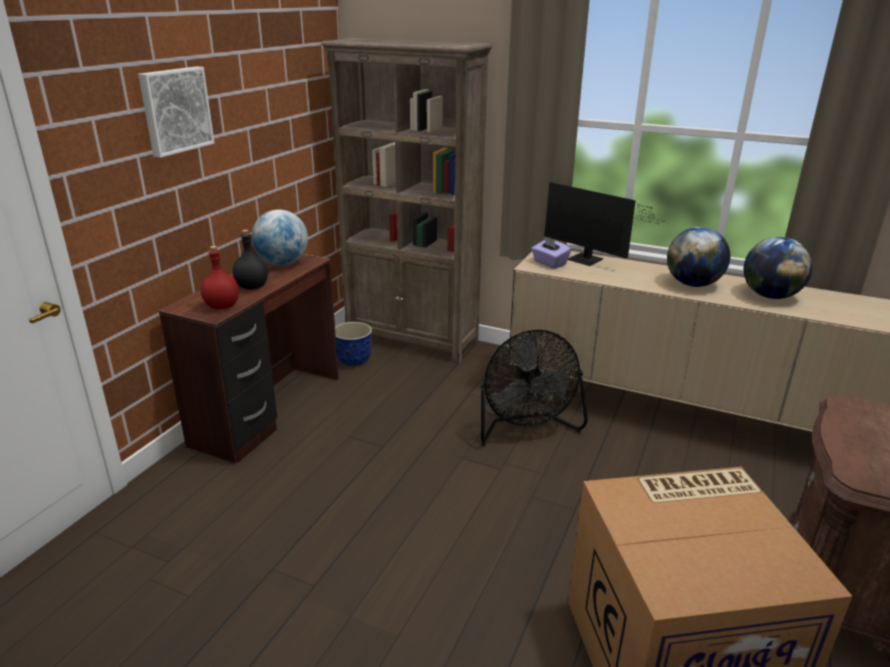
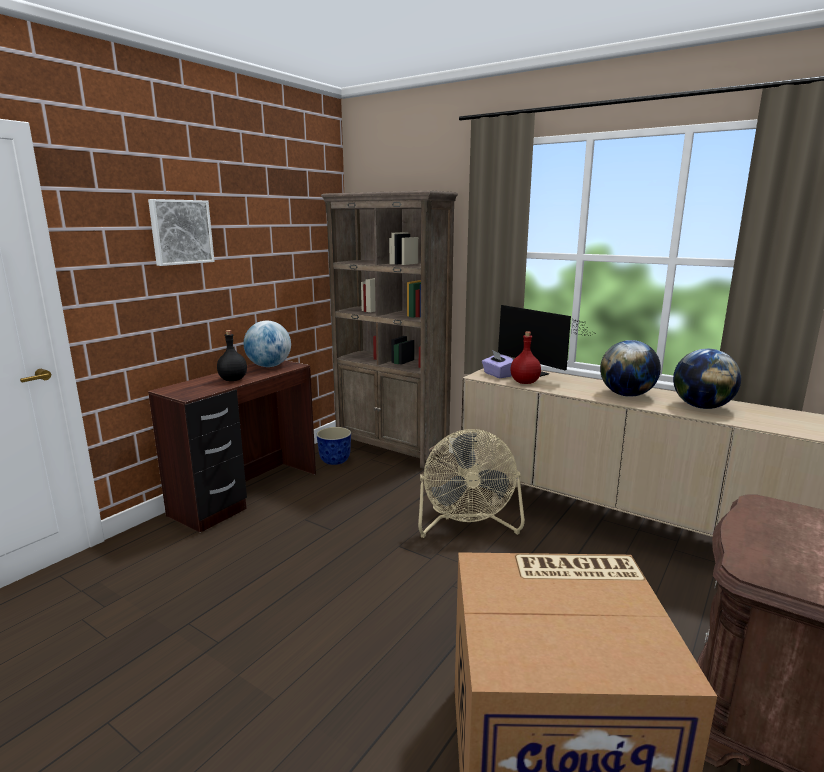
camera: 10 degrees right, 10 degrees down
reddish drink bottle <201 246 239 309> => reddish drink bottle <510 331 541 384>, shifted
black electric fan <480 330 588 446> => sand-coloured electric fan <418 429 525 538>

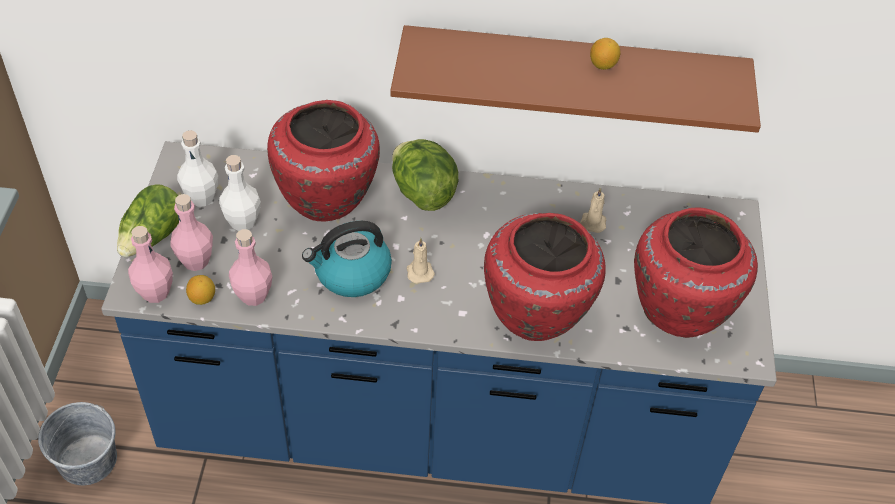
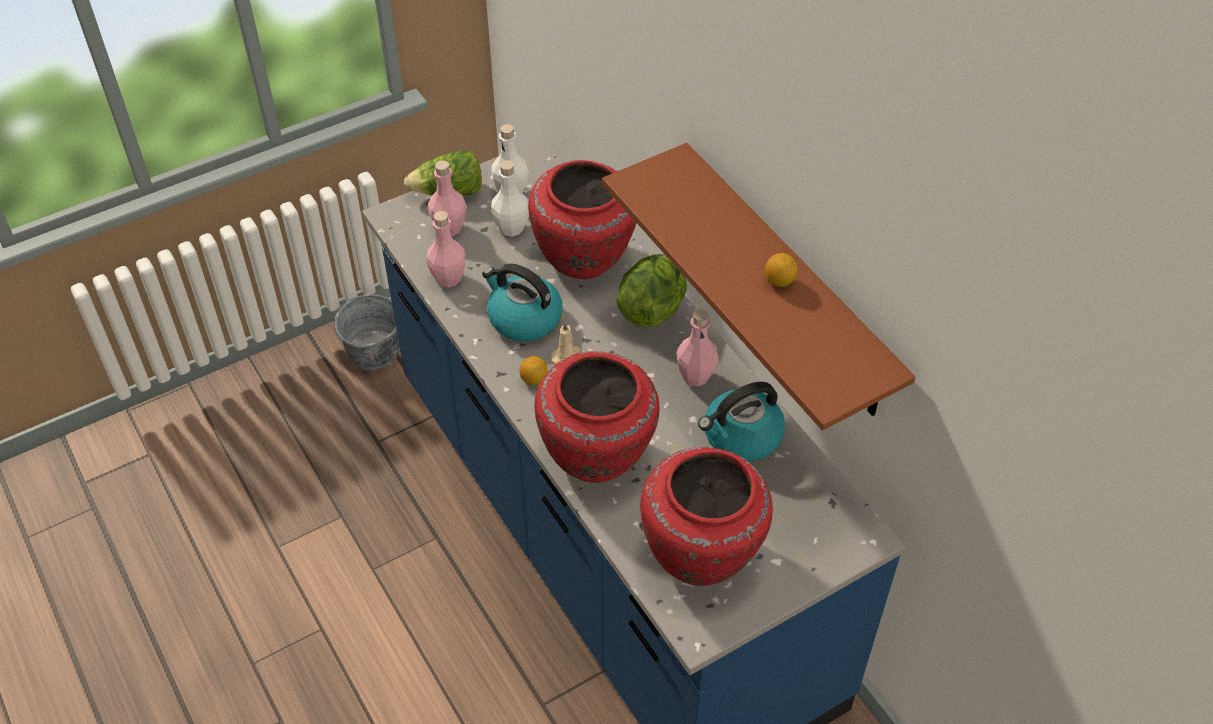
camera: 55 degrees right, 0 degrees up
pink-coloured drink bottle <128 226 173 303> => pink-coloured drink bottle <676 309 719 386>, shifted
whole lemon <186 275 215 305> => whole lemon <519 356 548 386>, shifted
sand-coloured wax light <580 187 606 233> => water kettle <698 382 785 462>

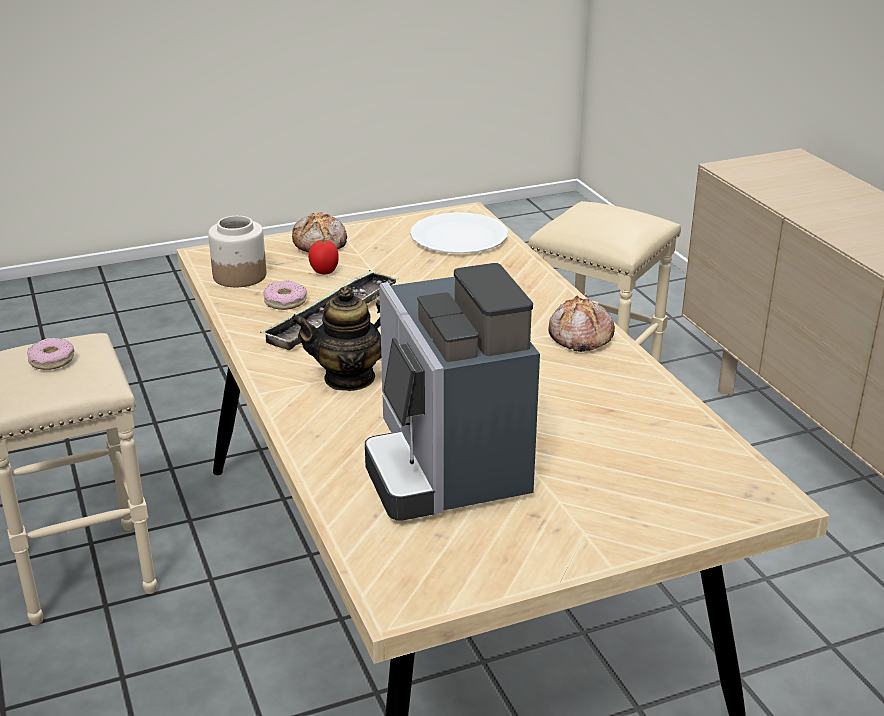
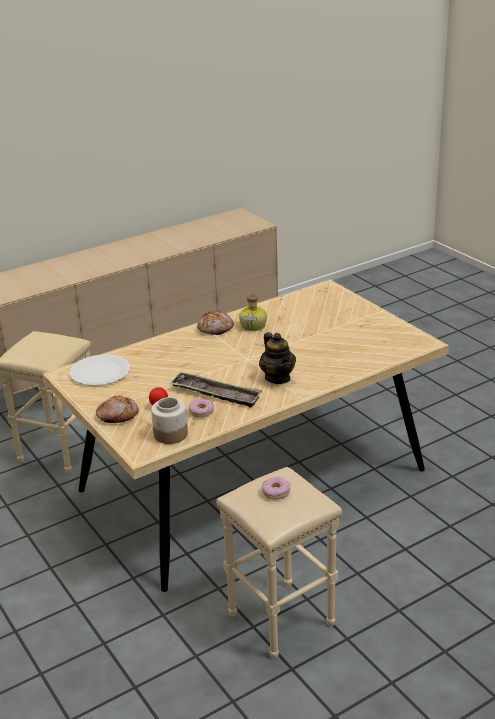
camera: 100 degrees left, 0 degrees up
coffee maker <365 263 540 521> => nothing
nothing => drink bottle <239 294 267 331>

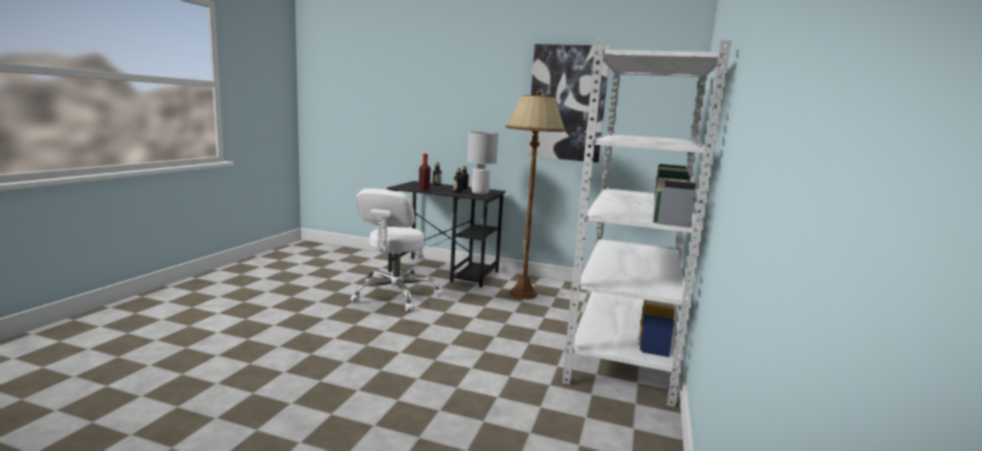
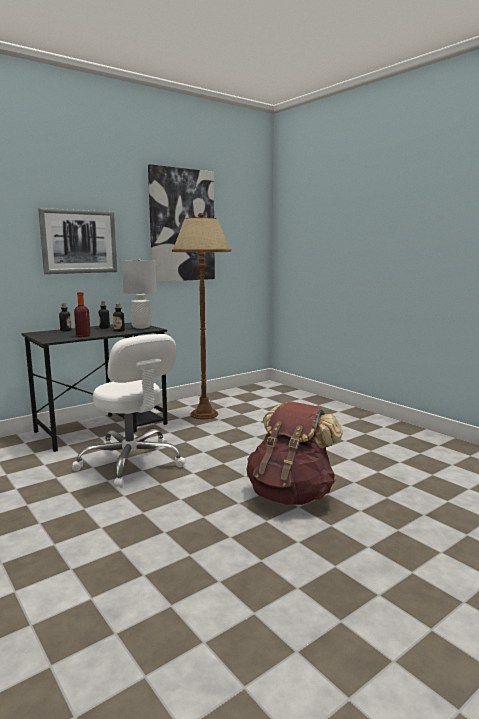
camera: 55 degrees left, 0 degrees up
white-coloured shelving unit <562 38 732 407> => nothing
nothing => wall art <38 208 117 274>
nothing => brownish knapsack <246 401 343 505>

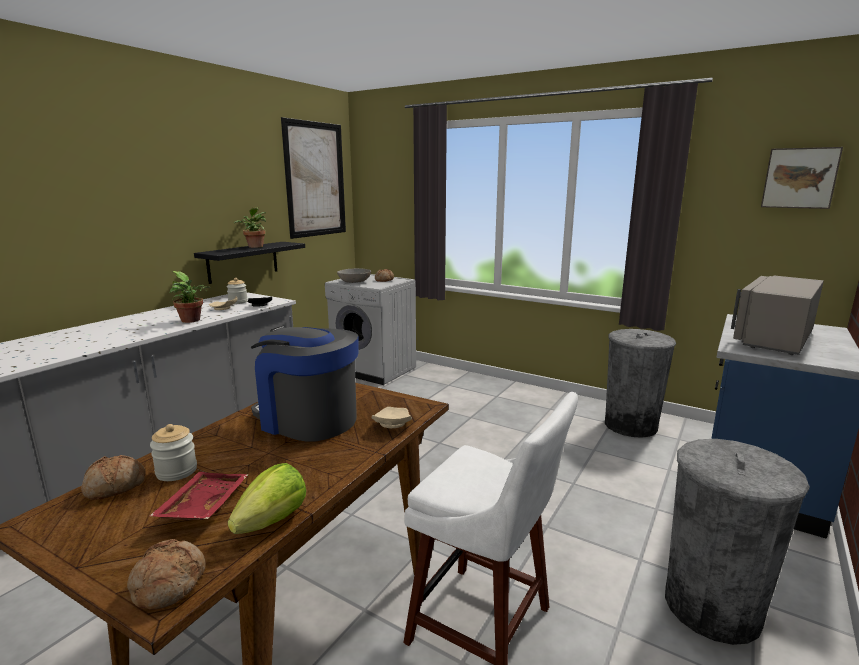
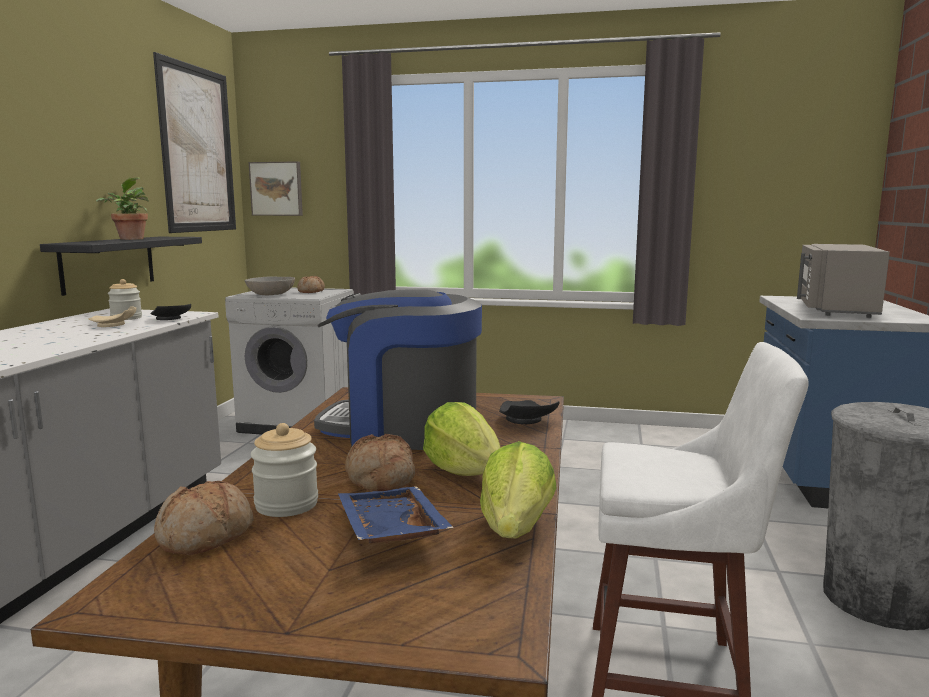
camera: 20 degrees left, 5 degrees down
houseplant <170 271 211 323> => nothing
gray waste bin <605 329 676 438> => nothing
nothing => lettuce head <423 402 501 476>
bread <127 539 206 610> => bread <345 434 415 491>, shifted
wall art <761 147 843 209> => wall art <249 161 303 216>, shifted
reddish serving tray <149 472 249 520> => bluish serving tray <338 487 454 543>
sand-coloured flat dish <372 407 412 428> => black flat dish <499 400 559 424>

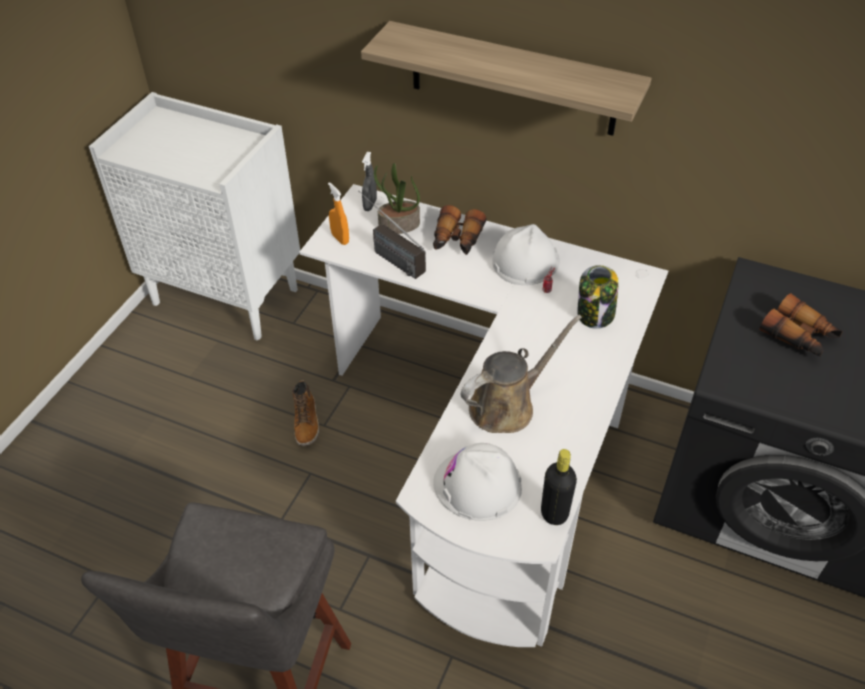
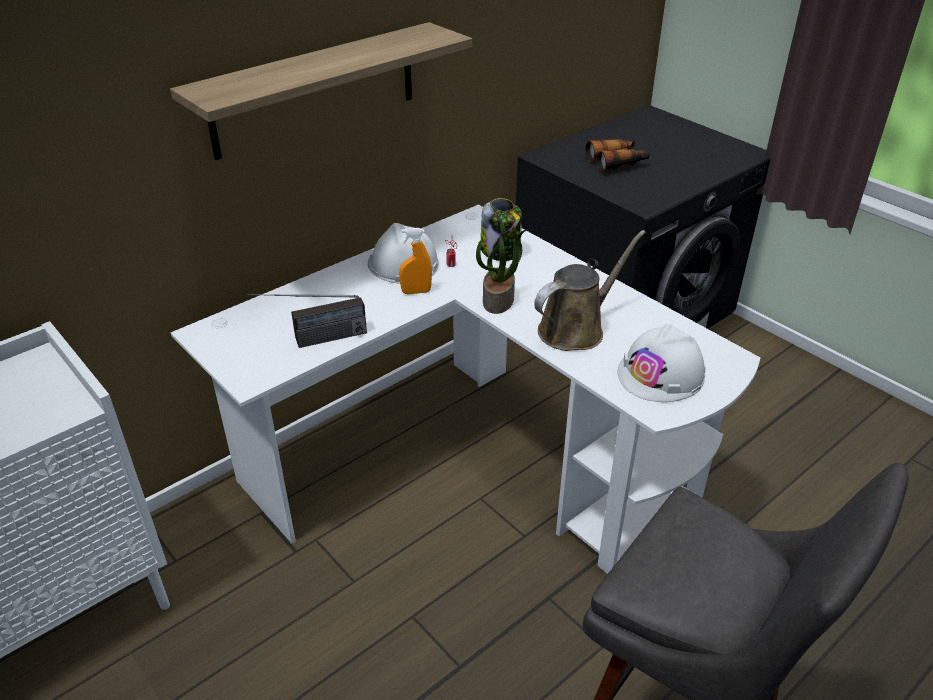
camera: 65 degrees left, 10 degrees down
high-top boot <292 381 319 446> => nothing
gray hand sprayer <362 152 377 211> => nothing
field glasses <433 205 487 255> => nothing
black drink bottle <541 449 577 525> => nothing
orange-coloured hand sprayer <328 182 349 245> => orange-coloured hand sprayer <399 228 432 294>, shifted
houseplant <374 163 420 234> => houseplant <476 222 527 314>, shifted
brownish watering pot <461 315 582 433> => brownish watering pot <534 230 646 351>, 60 degrees clockwise

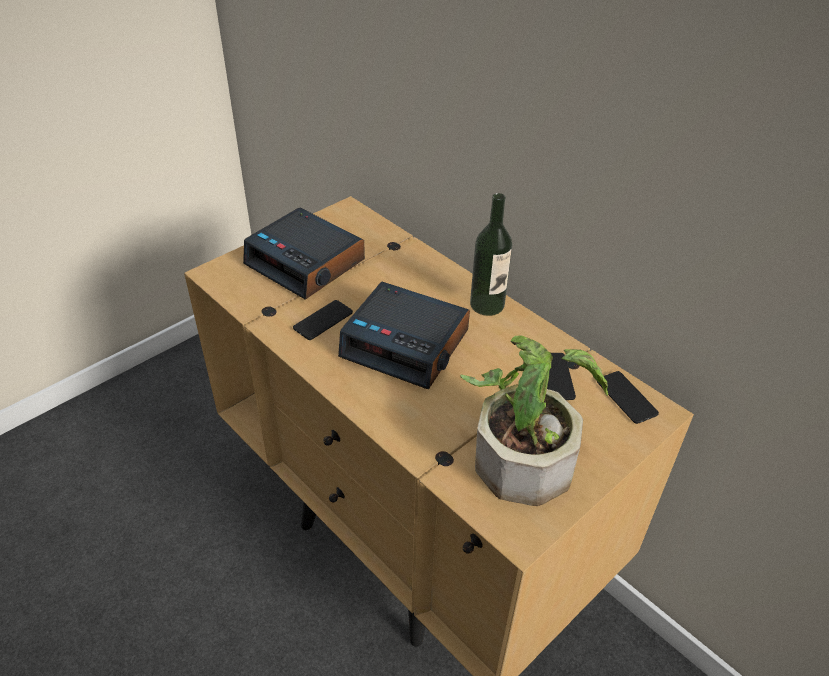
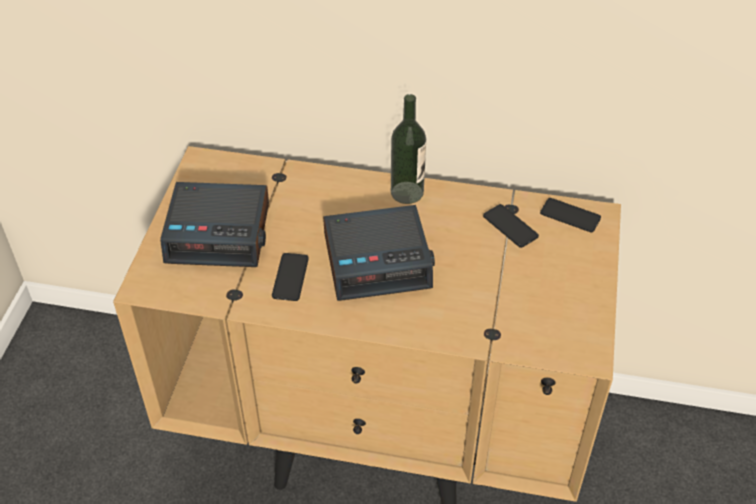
camera: 35 degrees left, 5 degrees up
houseplant <460 335 608 506> => nothing

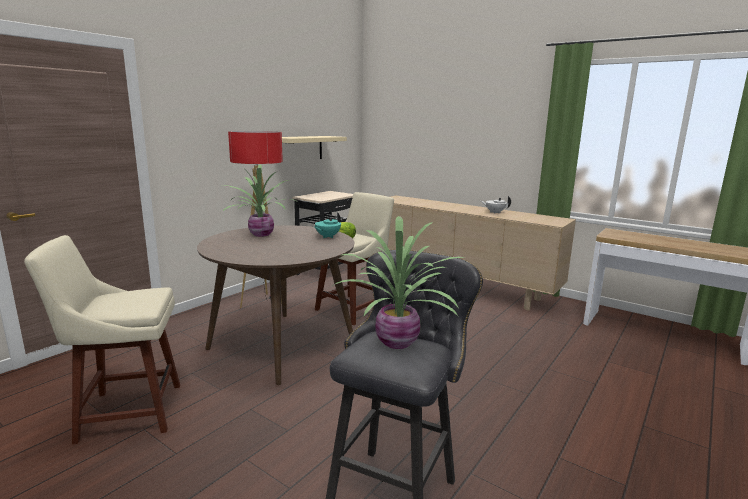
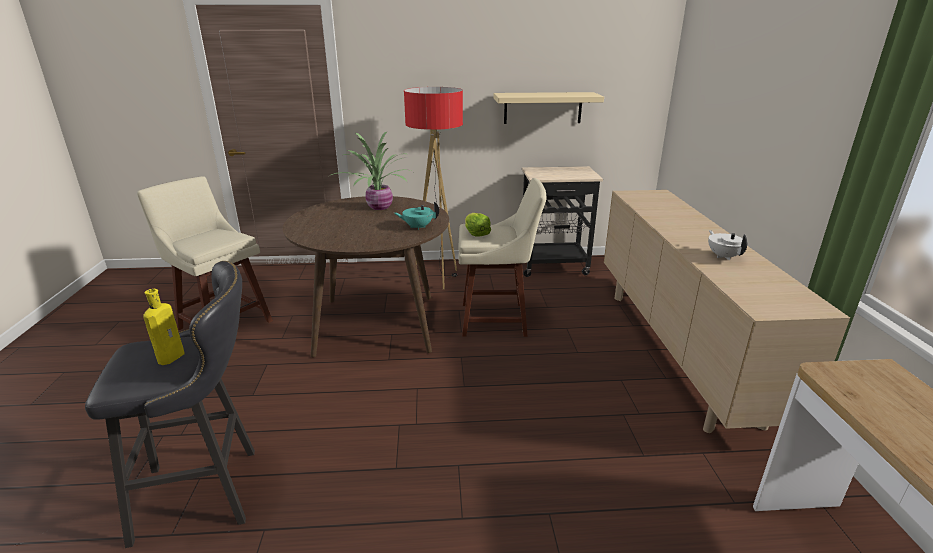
camera: 50 degrees right, 10 degrees up
houseplant <331 216 465 349> => yellow-coloured drink bottle <143 289 185 365>

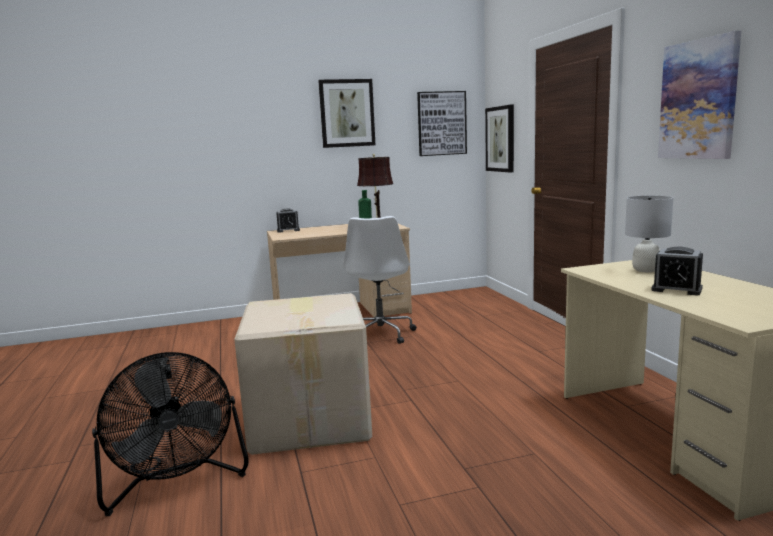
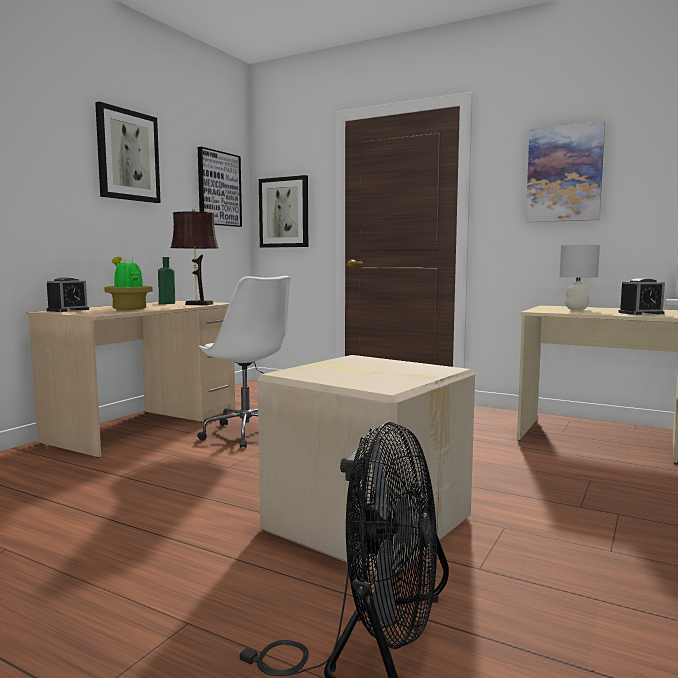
camera: 45 degrees left, 5 degrees down
nothing => houseplant <104 257 153 310>

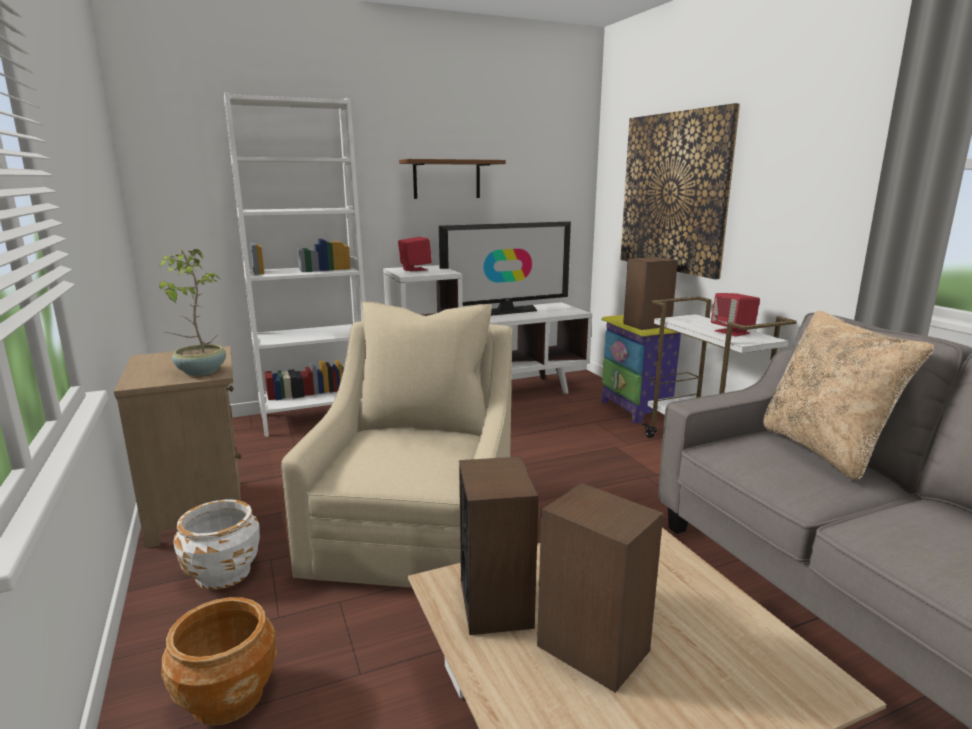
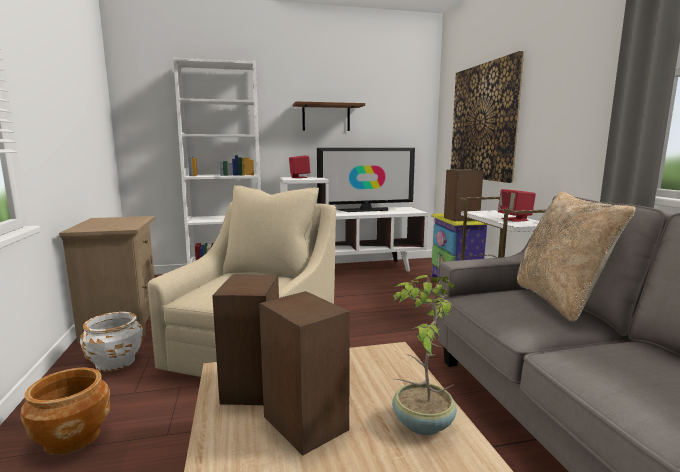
camera: 10 degrees right, 5 degrees down
houseplant <159 249 226 376> => houseplant <392 275 457 435>, shifted

